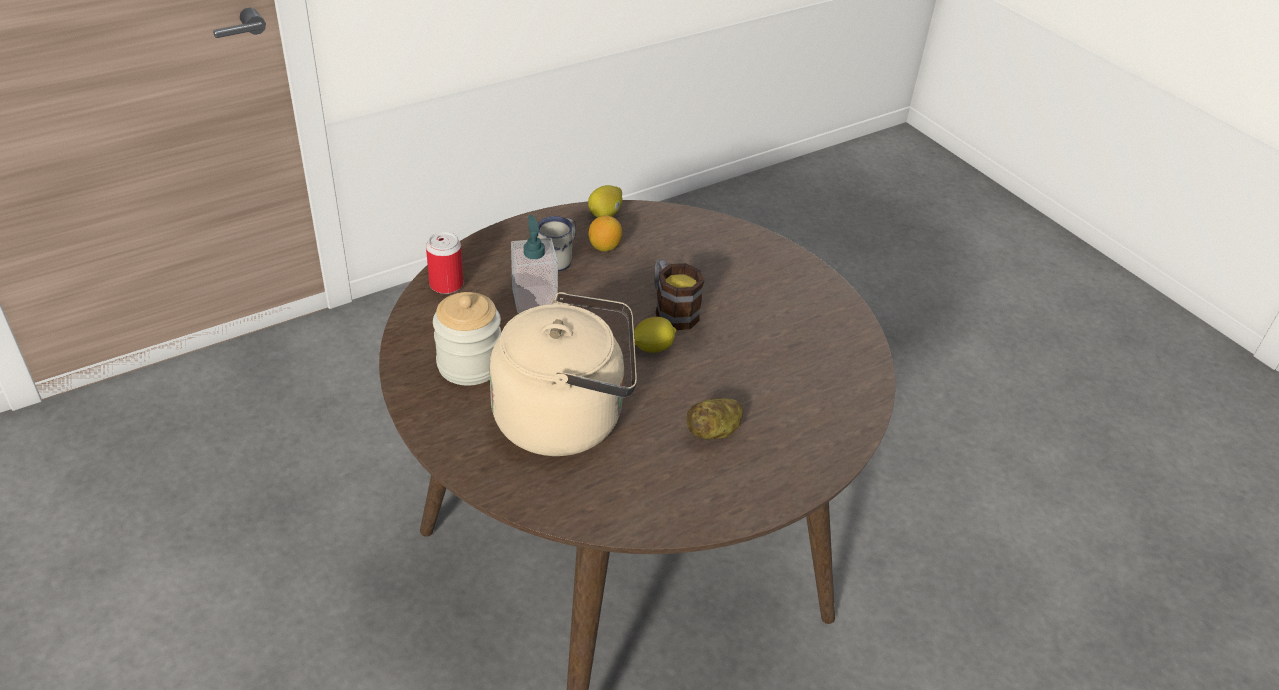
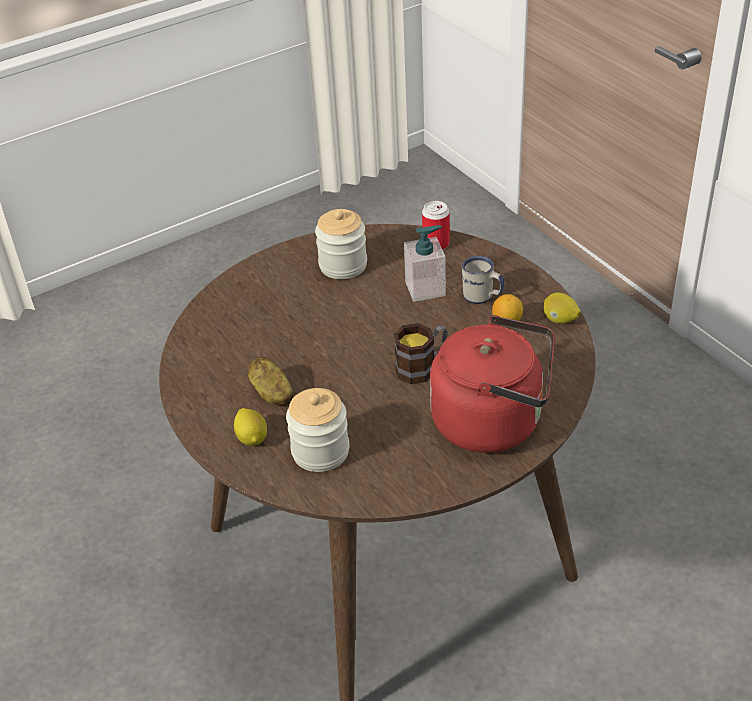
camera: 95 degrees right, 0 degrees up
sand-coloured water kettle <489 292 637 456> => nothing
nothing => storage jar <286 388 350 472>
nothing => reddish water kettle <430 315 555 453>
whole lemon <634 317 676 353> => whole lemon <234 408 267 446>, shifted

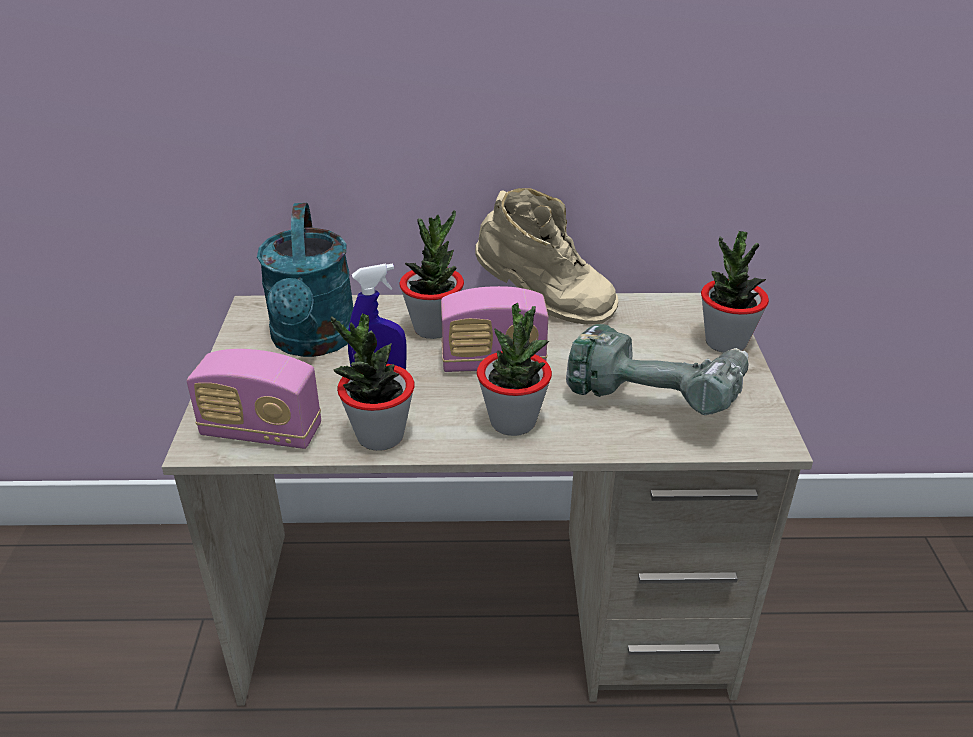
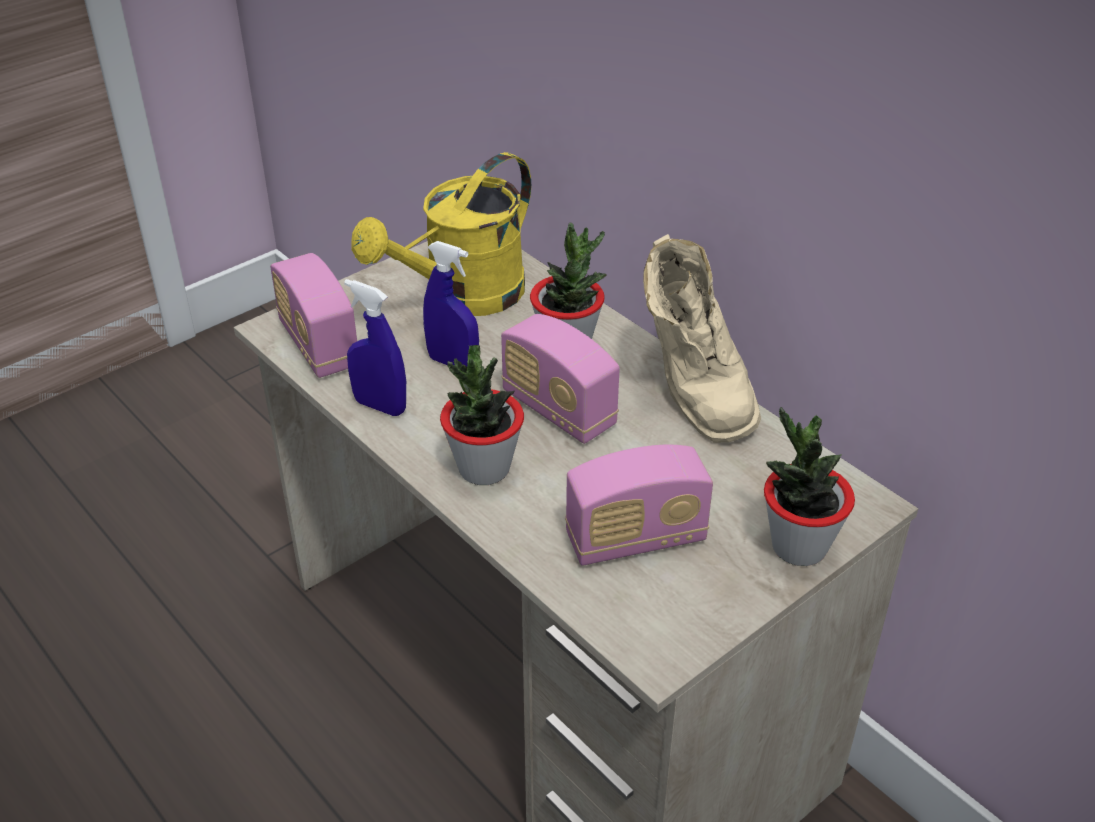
camera: 50 degrees right, 5 degrees up
houseplant <331 313 415 451> => bluish hand sprayer <344 279 406 416>
electric drill <566 324 748 415> => radio set <565 445 713 566>
blue-green watering pot <257 203 354 357> => yellow-coloured watering pot <351 152 531 316>

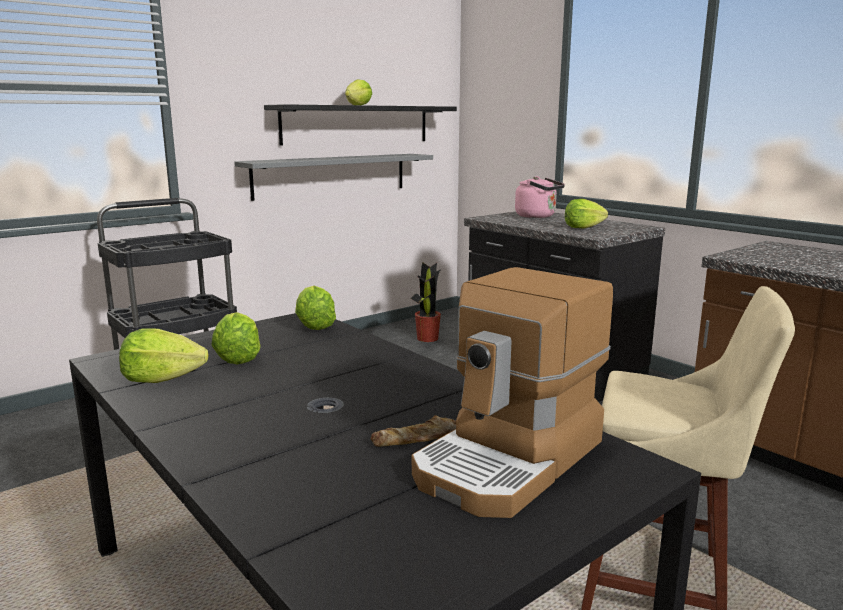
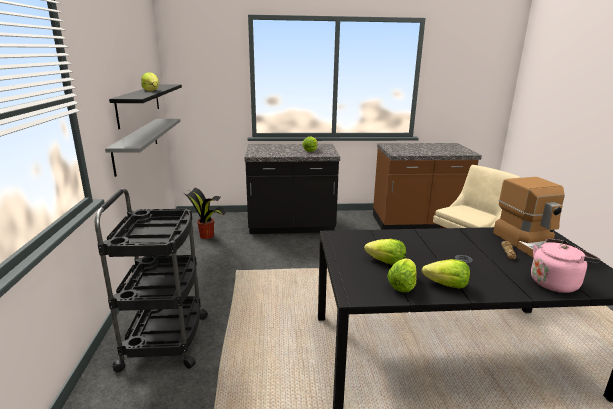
camera: 55 degrees left, 5 degrees up
lettuce head <295 286 336 330> => lettuce head <422 259 470 289>, shifted
pink-coloured water kettle <515 176 565 218> => pink-coloured water kettle <531 239 600 293>, shifted

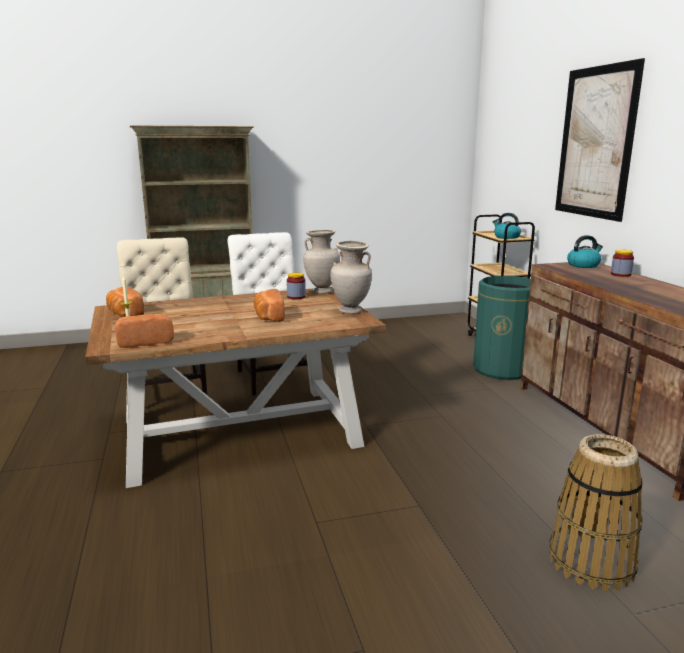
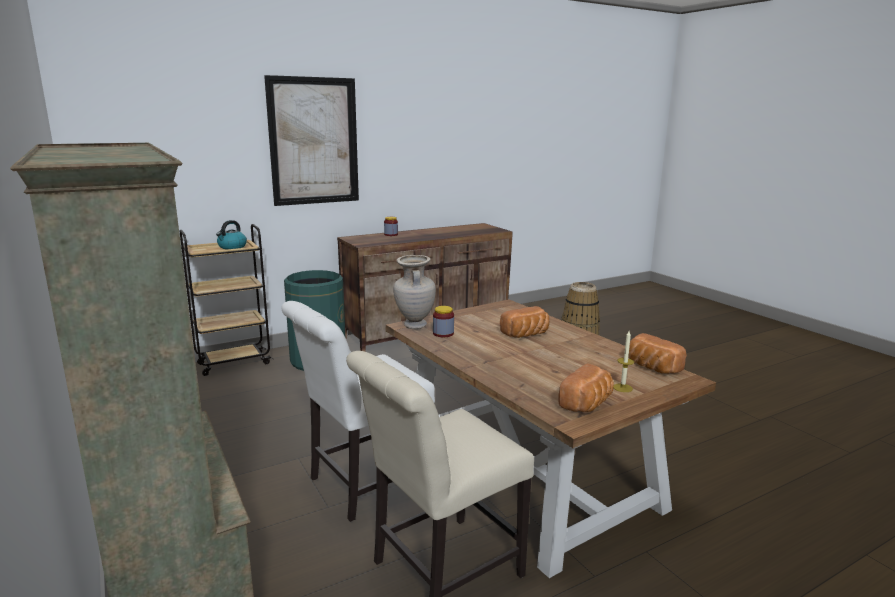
camera: 105 degrees left, 0 degrees up
sand-coloured vase <330 241 372 314> => nothing
water kettle <567 235 603 268> => nothing

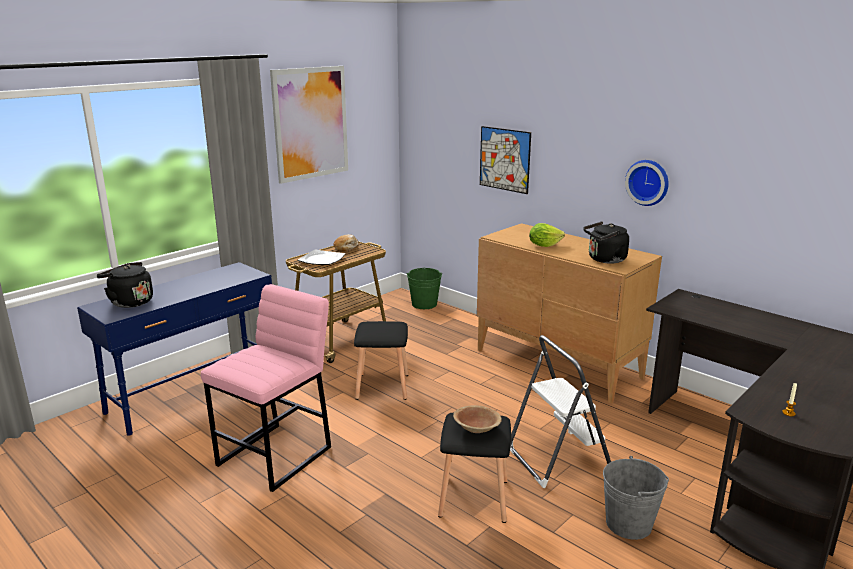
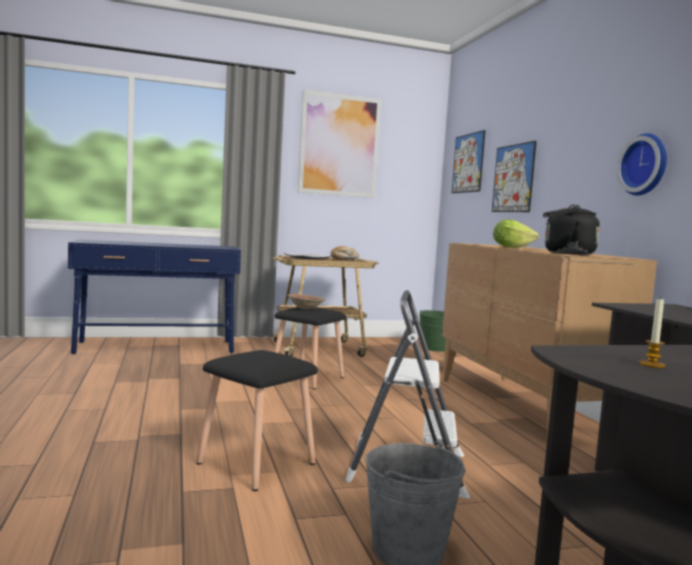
camera: 30 degrees right, 15 degrees down
black water kettle <97 262 153 308> => nothing
pink-coloured chair <201 284 331 492> => nothing
nothing => wall art <452 130 486 193>
brownish deep dish <453 406 502 433> => brownish deep dish <287 294 325 309>, shifted

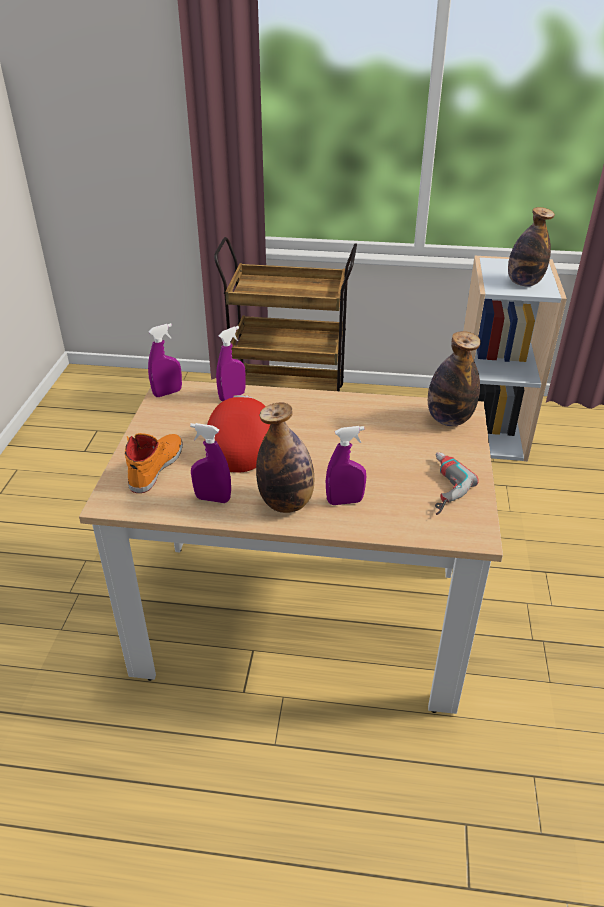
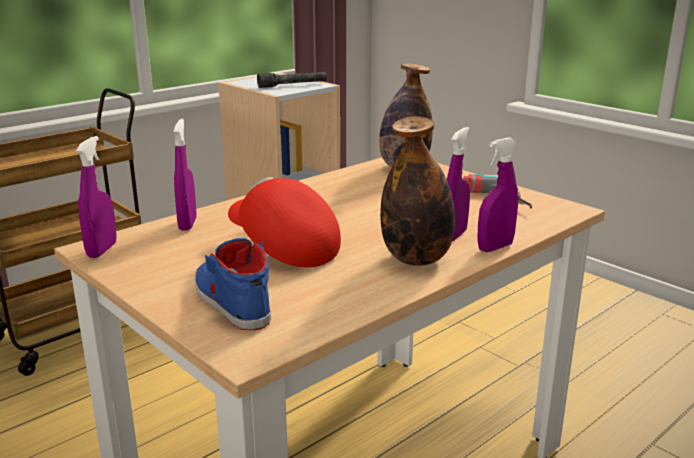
camera: 50 degrees left, 15 degrees down
purple hand sprayer <190 423 231 503> => purple hand sprayer <477 137 518 252>, shifted
drink bottle <508 207 555 287> => gray hand torch <257 72 327 88>
orange-coloured shoe <125 433 183 493> => bluish shoe <195 238 271 330>

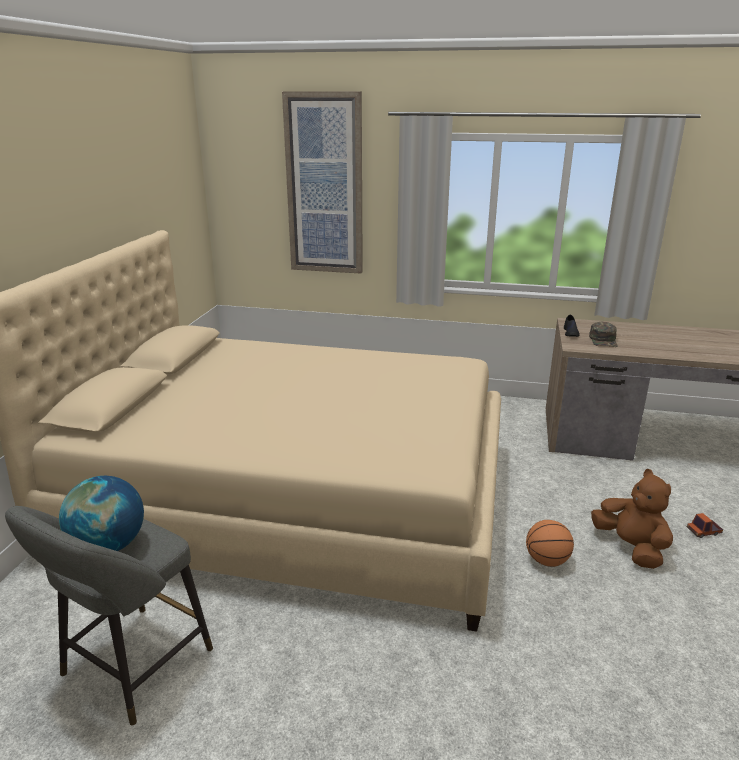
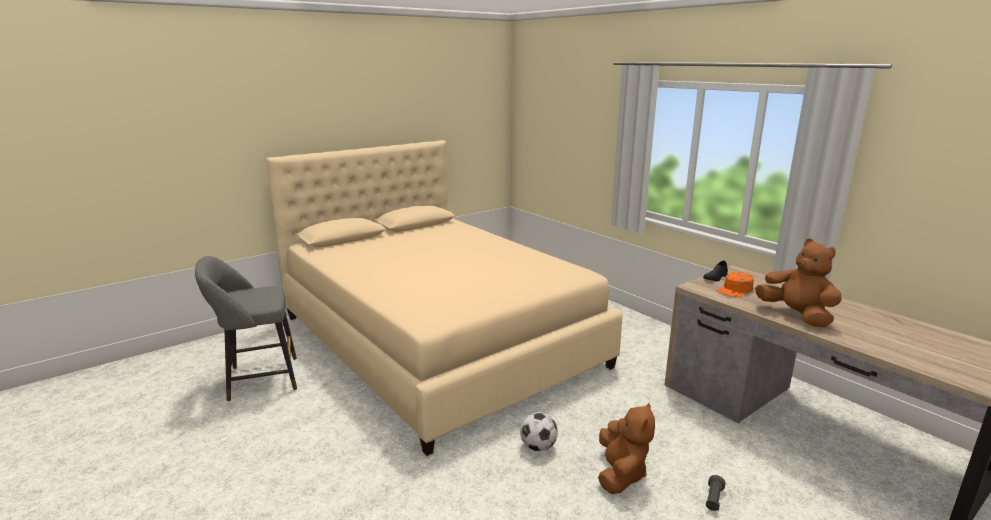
camera: 40 degrees right, 5 degrees down
desk globe <59 476 144 551> => nothing
wall art <282 91 363 274> => nothing
nothing => brownish soft toy <755 239 842 327>
basketball ball <526 520 574 567> => football <520 412 558 451>
toy lorry <687 513 723 538> => black hand torch <706 475 725 511>
greenish cap <589 322 618 347> => orange-coloured cap <717 272 754 297>

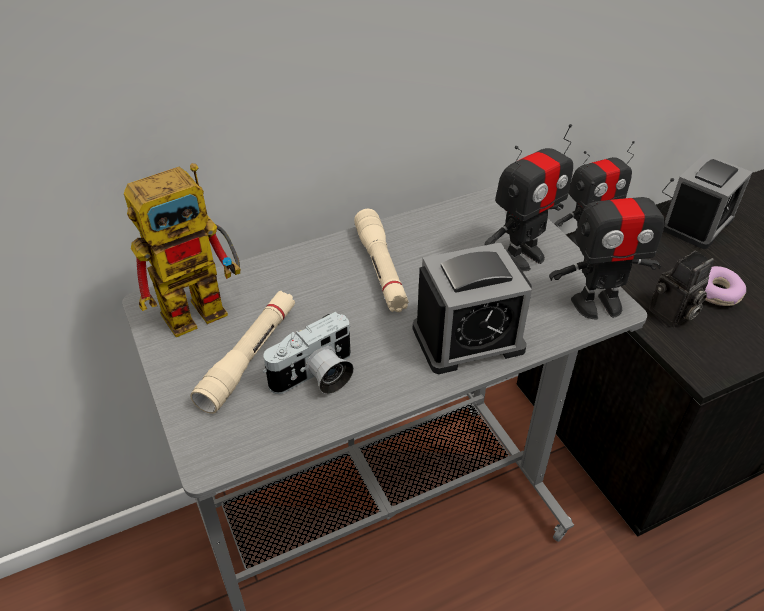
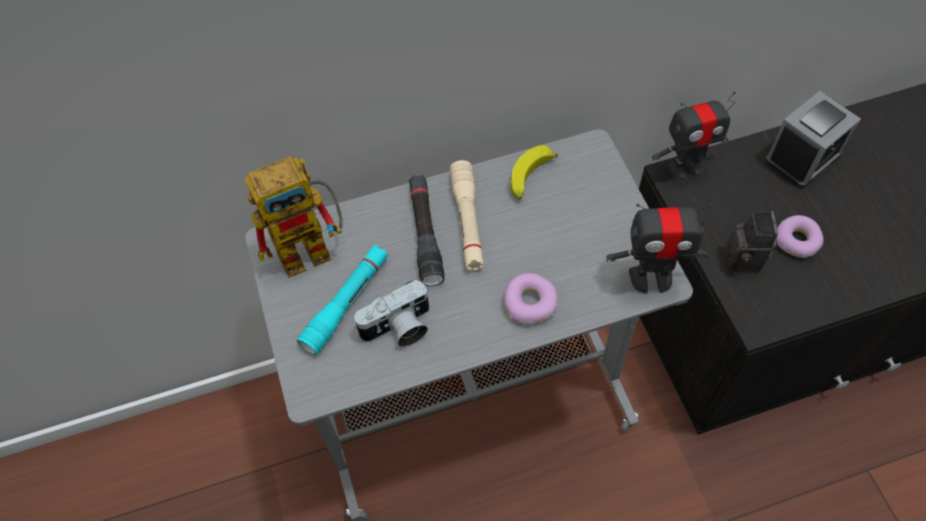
camera: 10 degrees right, 15 degrees up
model robot <484 124 573 272> => nothing
nothing => black hand torch <409 175 445 286>
nothing => banana fruit <511 145 558 199>
bedside clock <413 242 532 374> => donut <503 273 558 324>
sand-coloured hand torch <190 291 295 414> => blue-green hand torch <297 245 388 355>
photo camera <649 251 714 327> => photo camera <726 211 778 273>, 60 degrees counterclockwise

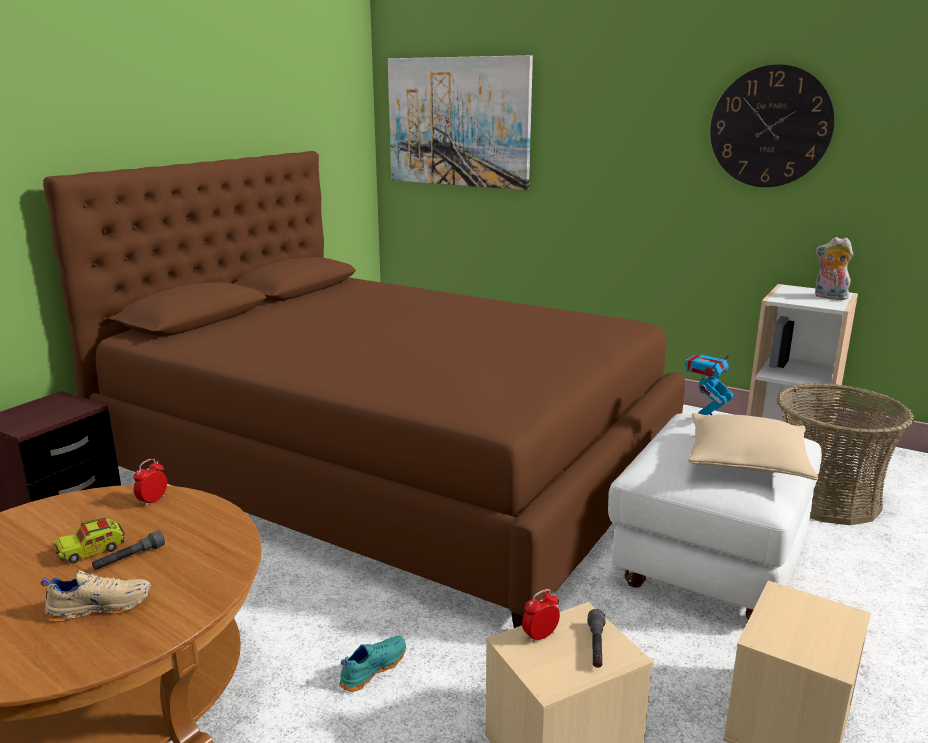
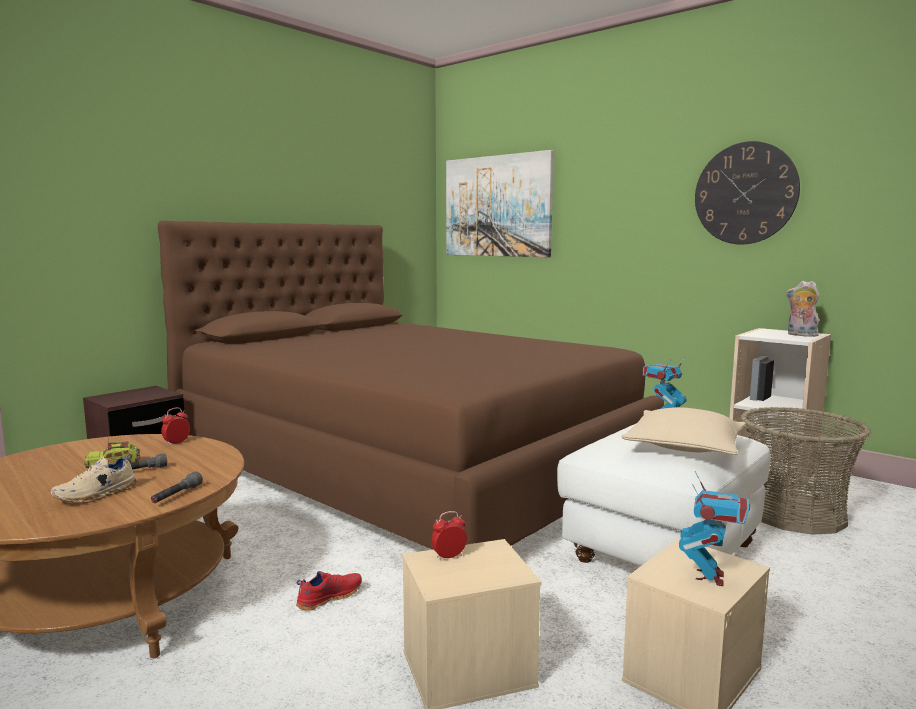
camera: 10 degrees right, 10 degrees down
nothing => model robot <679 471 750 586>
gray hand torch <588 609 606 668> => gray hand torch <151 472 203 503>, shifted
blue-green shoe <340 636 406 692> => reddish shoe <296 571 362 611>
sand-coloured shoe <41 570 151 622> => sand-coloured shoe <50 454 137 503>, 135 degrees clockwise

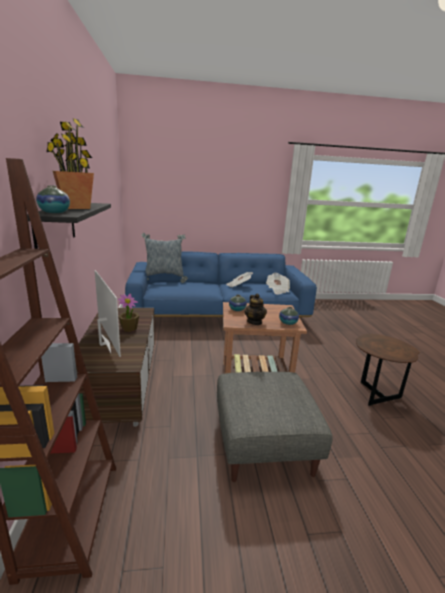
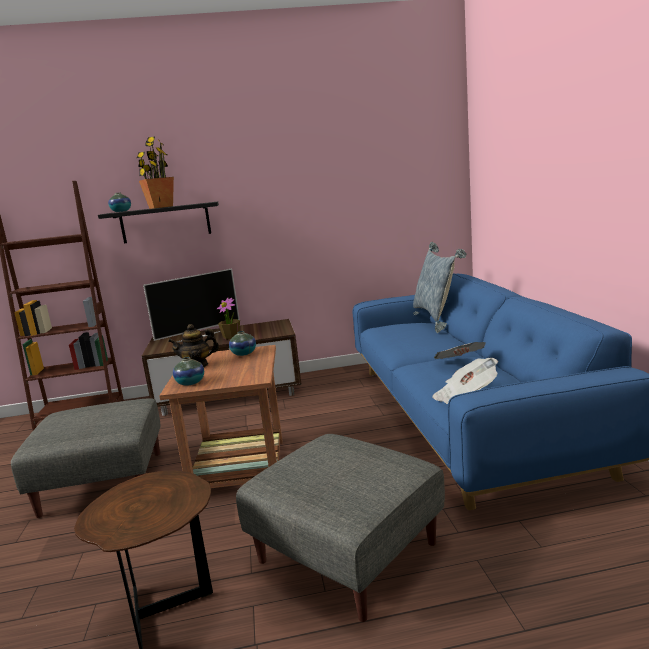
camera: 90 degrees right, 5 degrees down
nothing => gray footrest <236 434 445 622>

